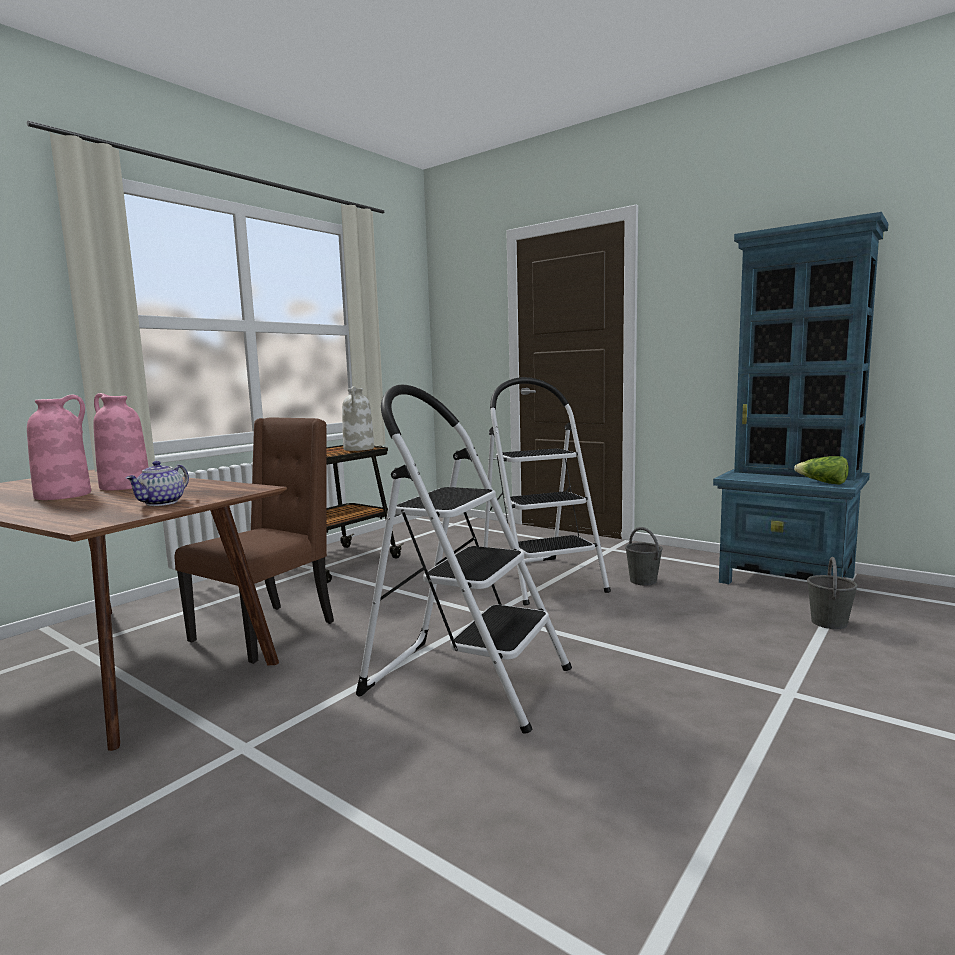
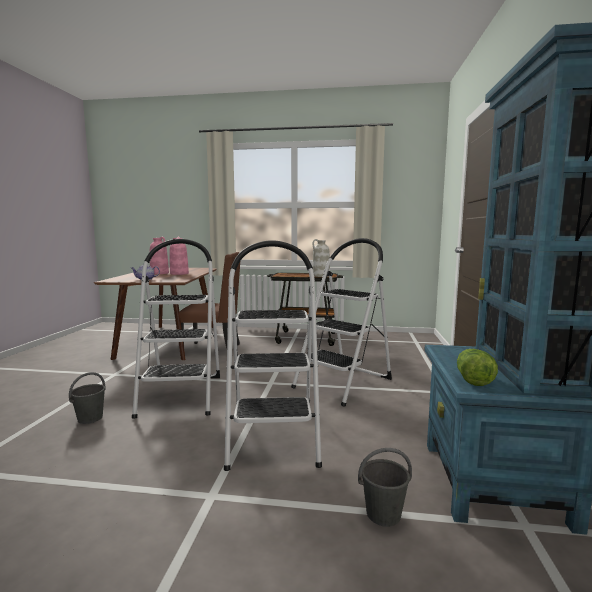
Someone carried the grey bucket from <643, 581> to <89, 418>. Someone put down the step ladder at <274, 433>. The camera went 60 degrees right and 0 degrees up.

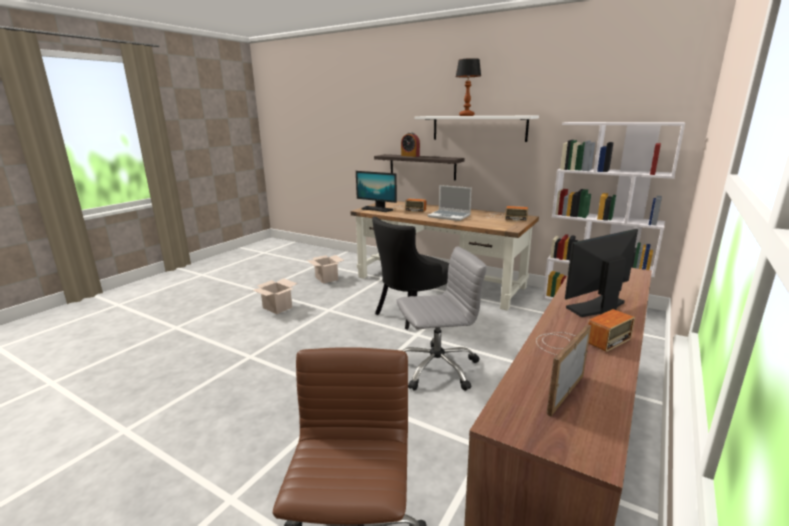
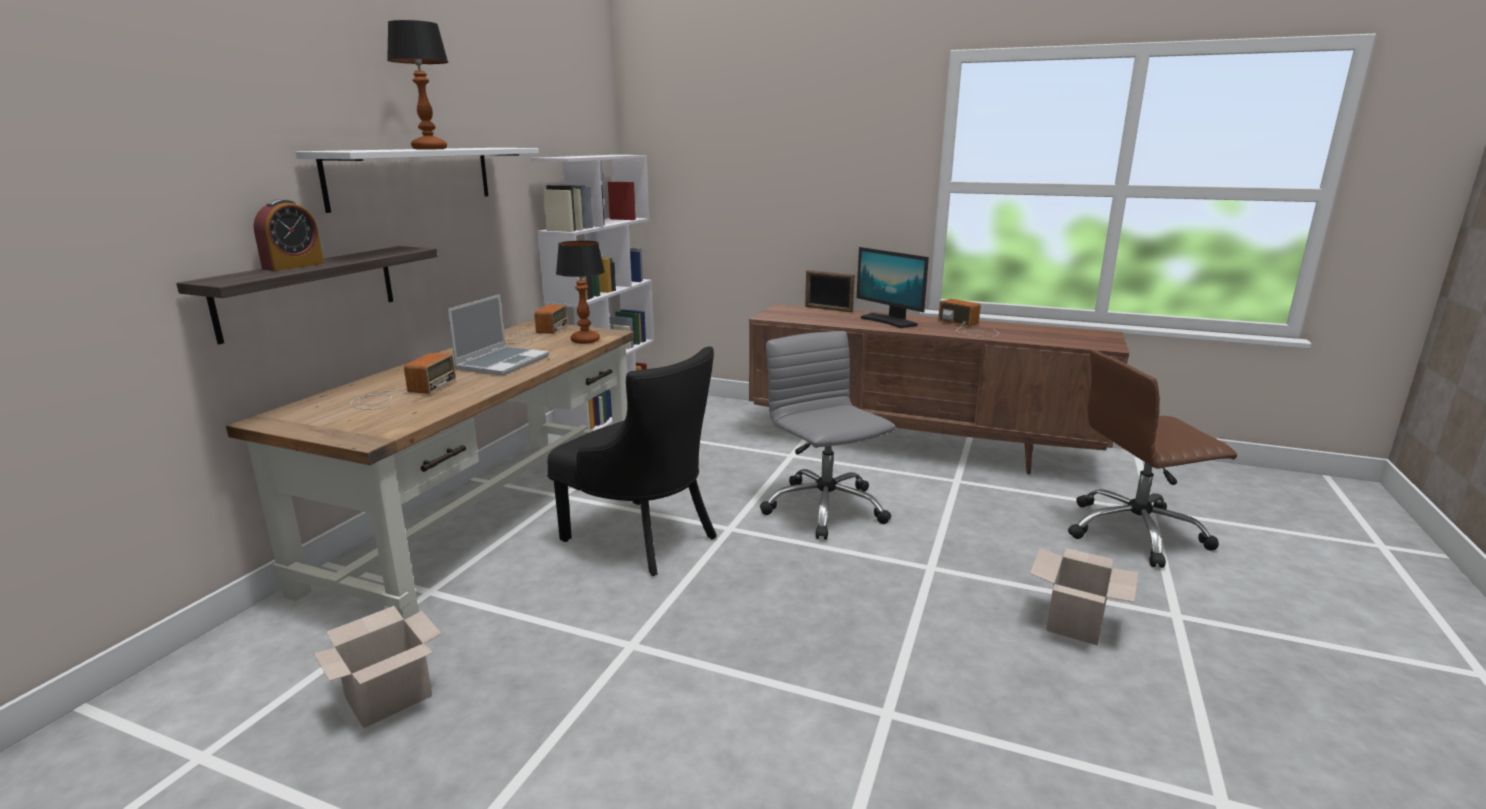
Someone took away the monitor at <377, 209>. Someone carried the cardboard box from <276, 307> to <1076, 624>. Someone carried the picture frame from <565, 393> to <828, 309>. Someone put down the table lamp at <586, 340>. The camera went 100 degrees left and 0 degrees up.

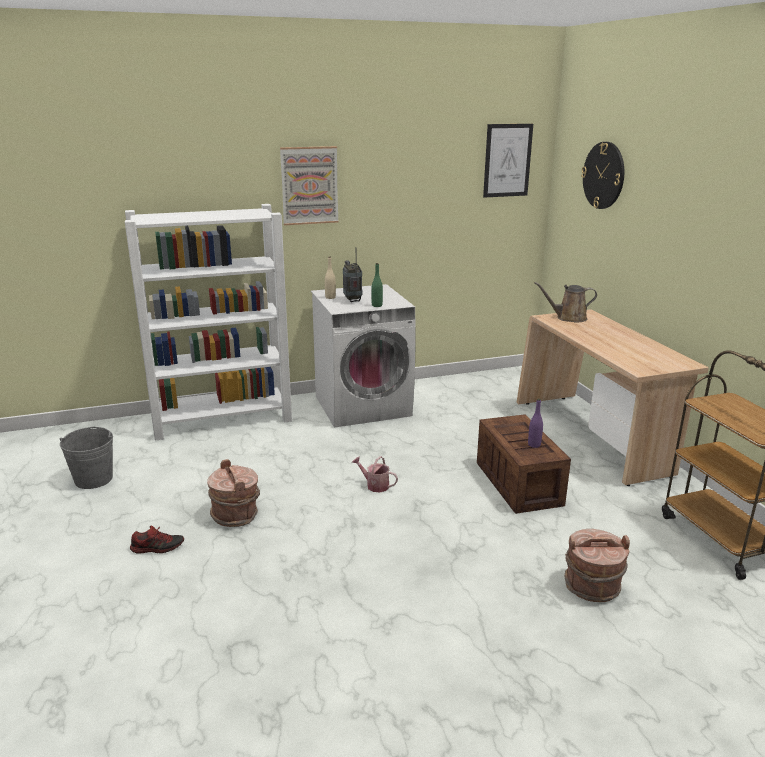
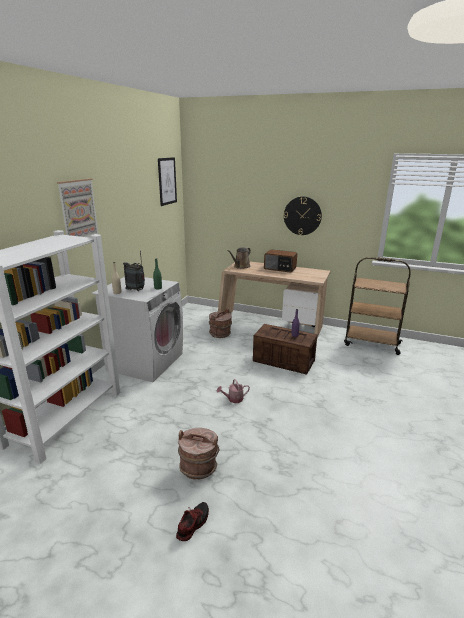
Someone carried the wall clock from <603, 175> to <302, 215>. Someone took away the grey bucket at <93, 479>. Someone carried the brown bucket from <592, 587> to <220, 334>. Someone put down the radio at <280, 268>. The camera went 50 degrees left and 0 degrees up.

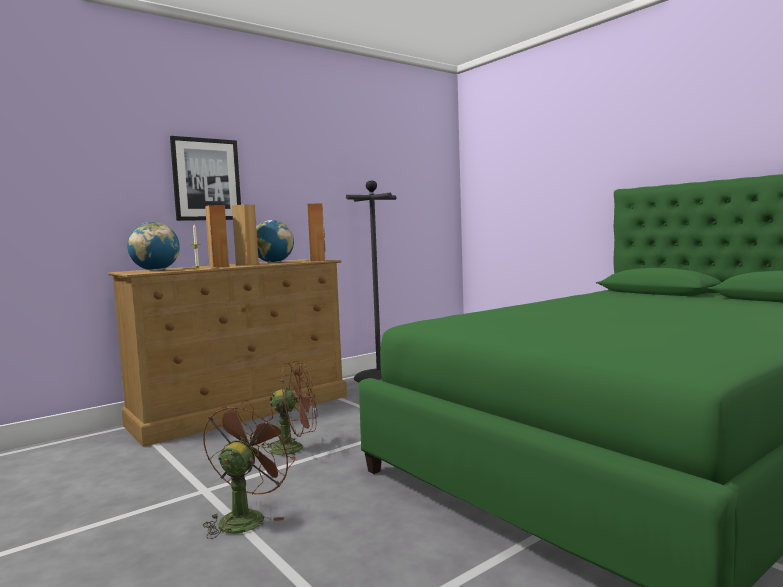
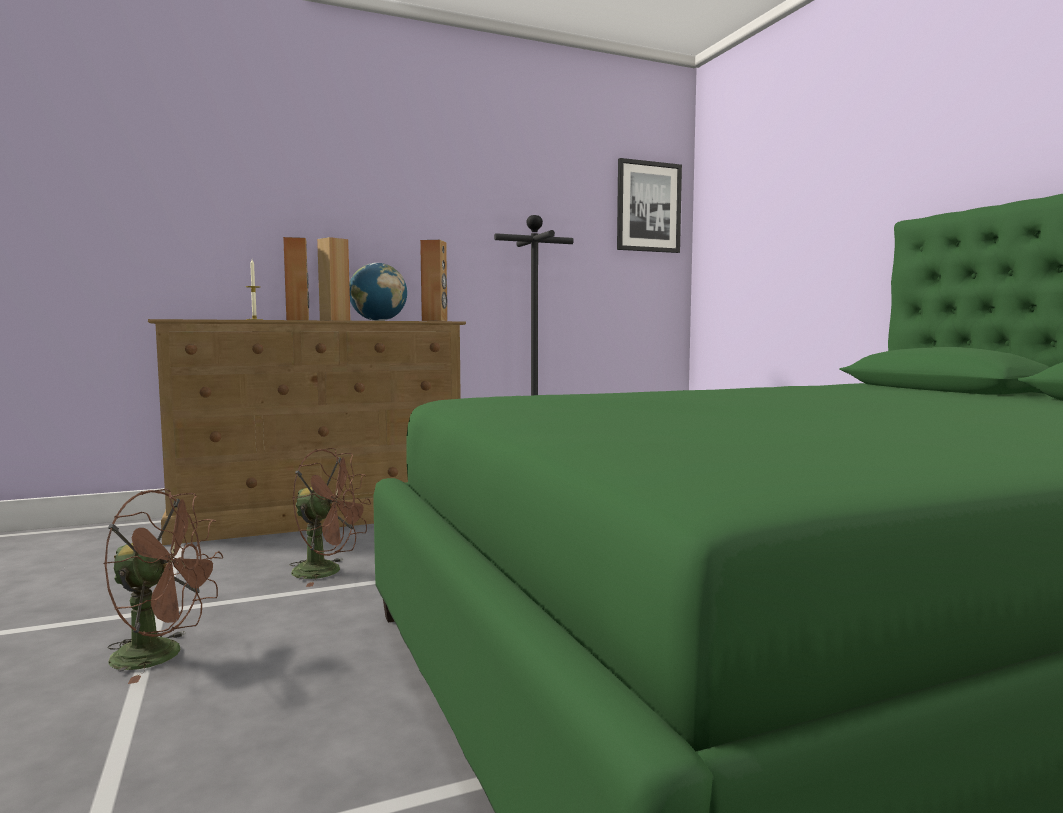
Someone carried the picture from <206, 179> to <648, 207>. Someone took away the globe at <156, 270>. Someone rotated the brown fan at <245, 517> by 60 degrees clockwise. The camera went 15 degrees right and 0 degrees up.

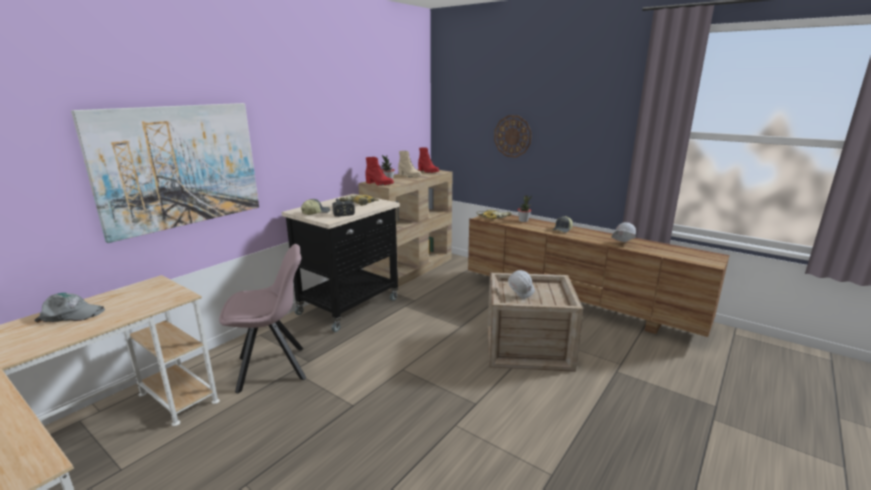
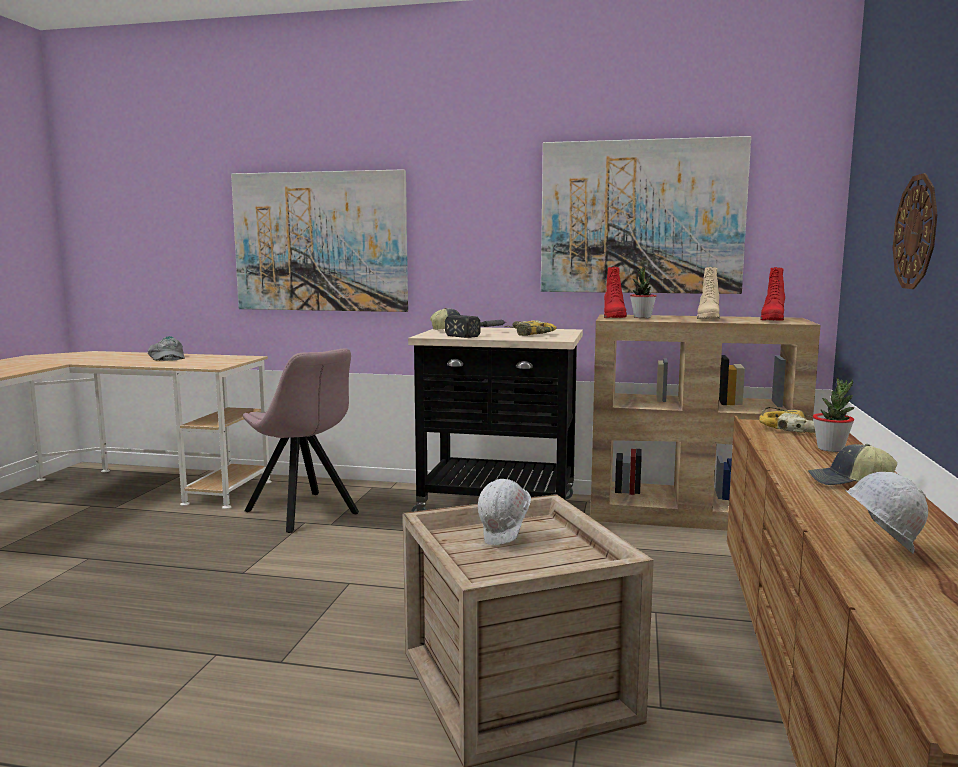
Someone put up the picture at <641, 217>. The camera went 65 degrees right and 10 degrees down.

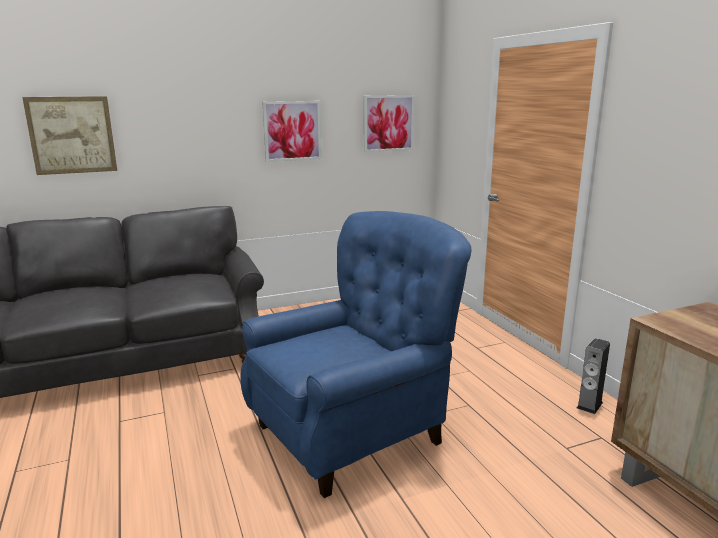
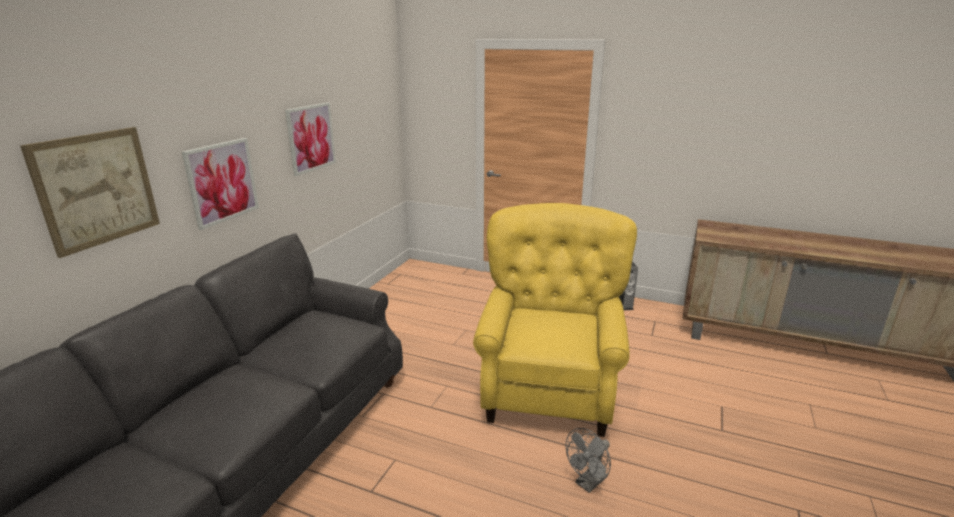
Someone carried the picture from <388, 123> to <222, 182>. Someone repainted the blue armchair at <356, 431>, which became the yellow armchair at <549, 387>. Someone put down the grey fan at <588, 483>. The camera went 45 degrees left and 5 degrees up.

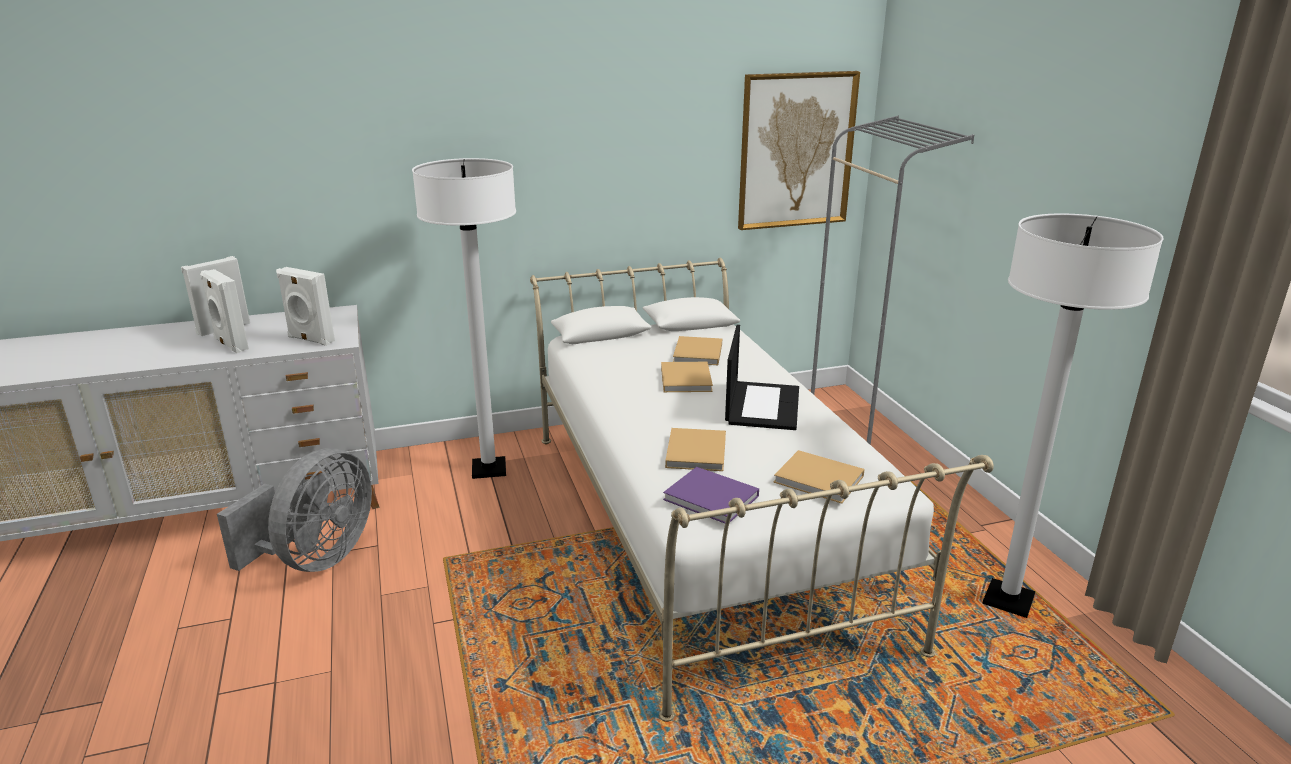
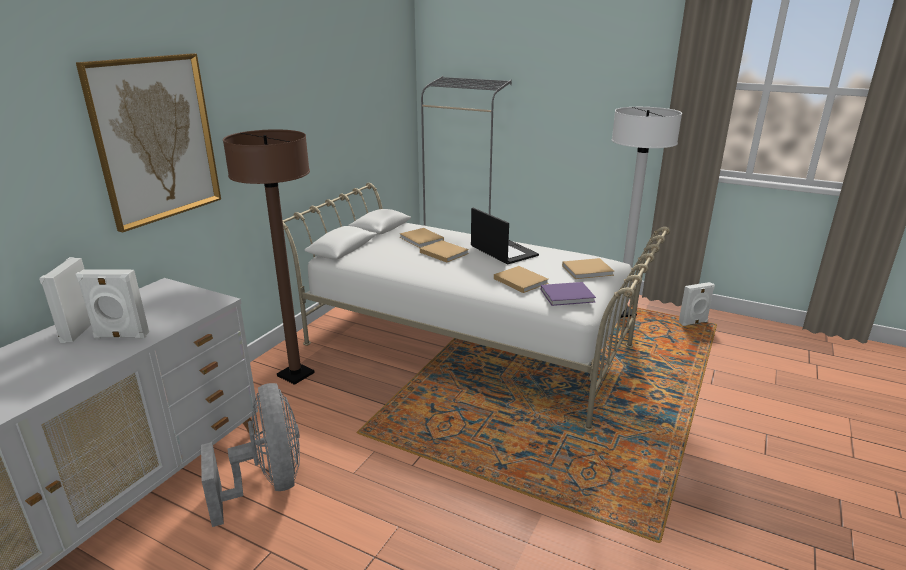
Someone carried the picture from <796, 151> to <155, 139>. Someone repainted the white floor lamp at <489, 469>, which became the brown floor lamp at <295, 375>. Someone carried the white speaker from <310, 340> to <693, 323>. The camera went 45 degrees left and 0 degrees up.

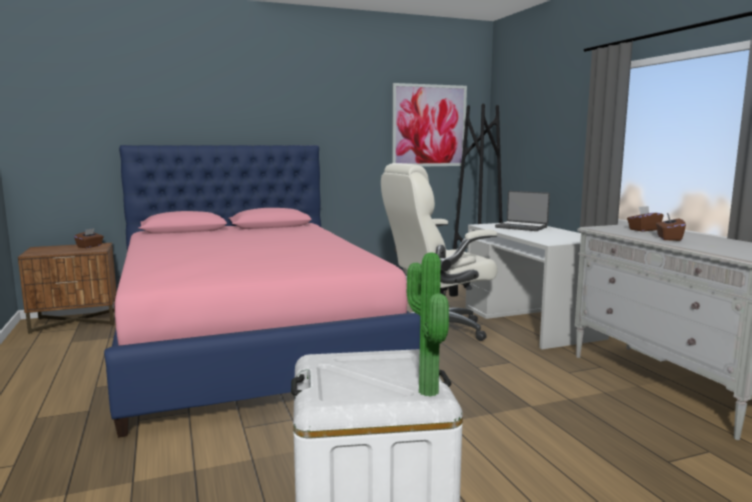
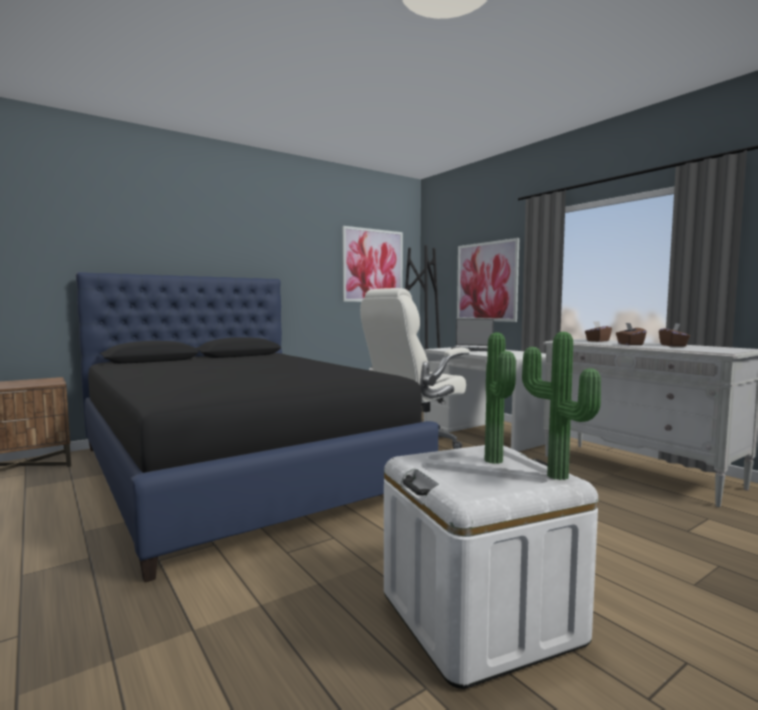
Someone repainted the pink bed at <250, 341>, which became the black bed at <238, 469>. Someone carried the brown tissue box from <90, 246> to <673, 345>. Someone put up the picture at <486, 281>. Someone put down the potted plant at <497, 460>. The camera went 15 degrees left and 5 degrees down.

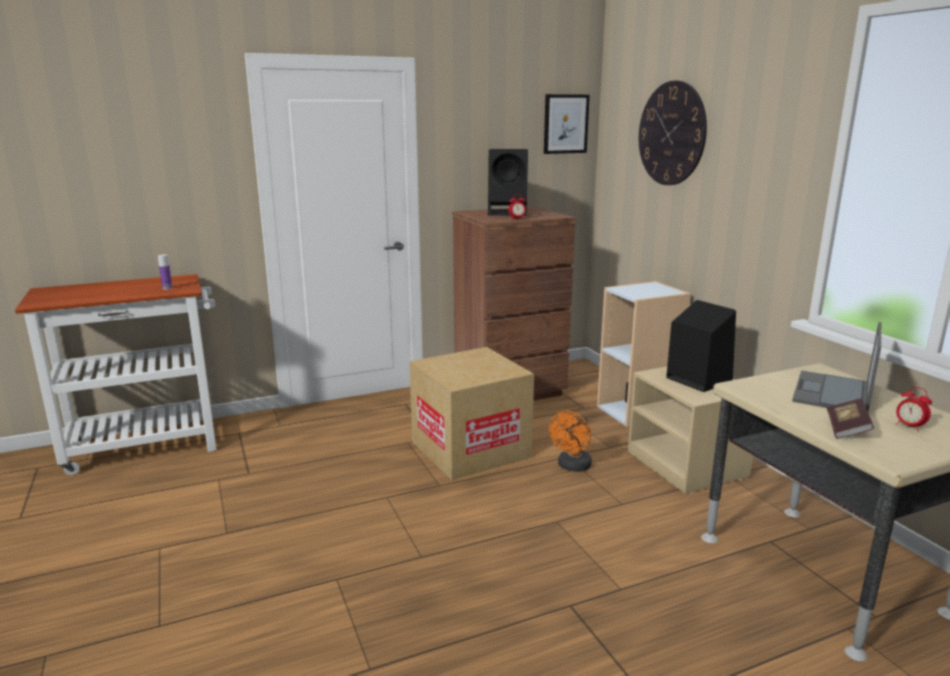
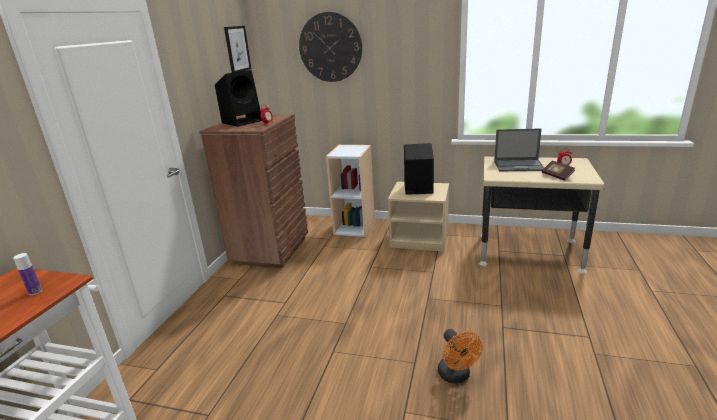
Someone rotated the laptop at <832, 393> by 60 degrees counterclockwise. Someone took away the cardboard box at <470, 449>. Someone carried the orange fan from <572, 467> to <456, 376>. The camera went 50 degrees left and 5 degrees up.

